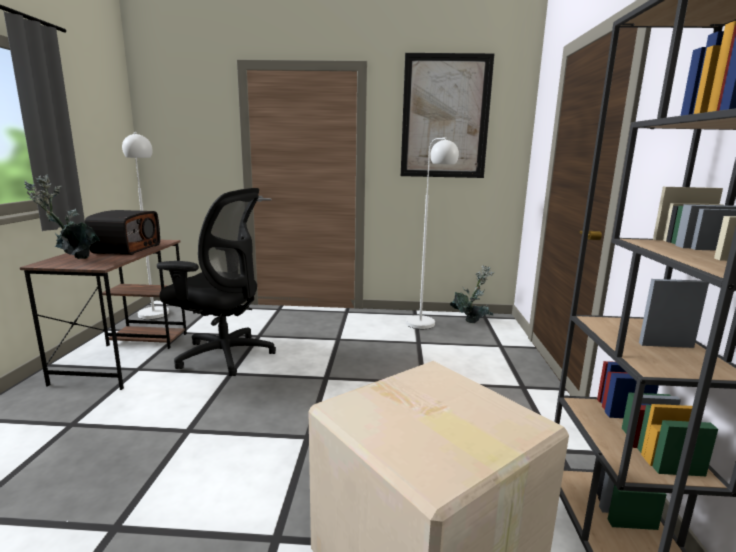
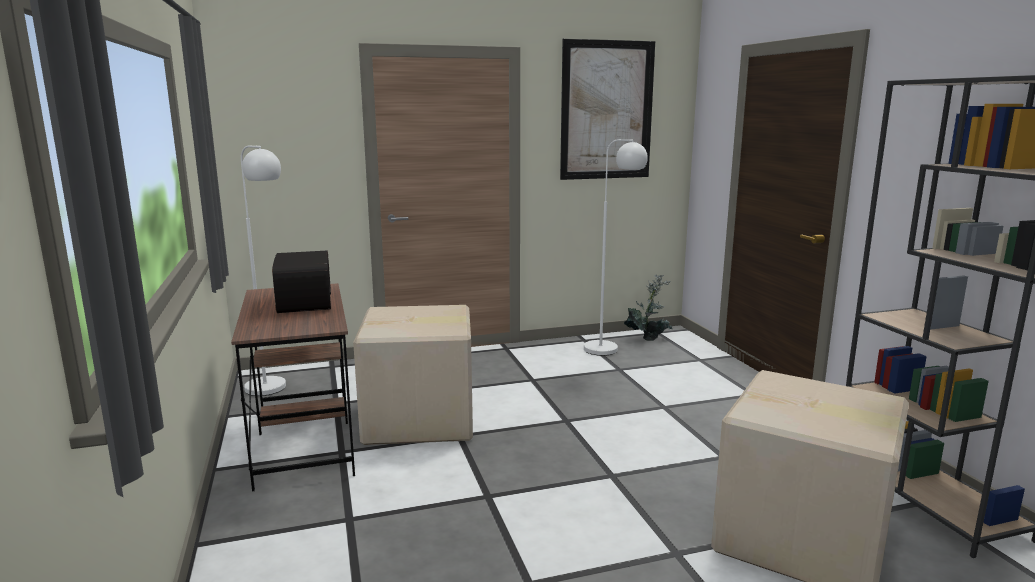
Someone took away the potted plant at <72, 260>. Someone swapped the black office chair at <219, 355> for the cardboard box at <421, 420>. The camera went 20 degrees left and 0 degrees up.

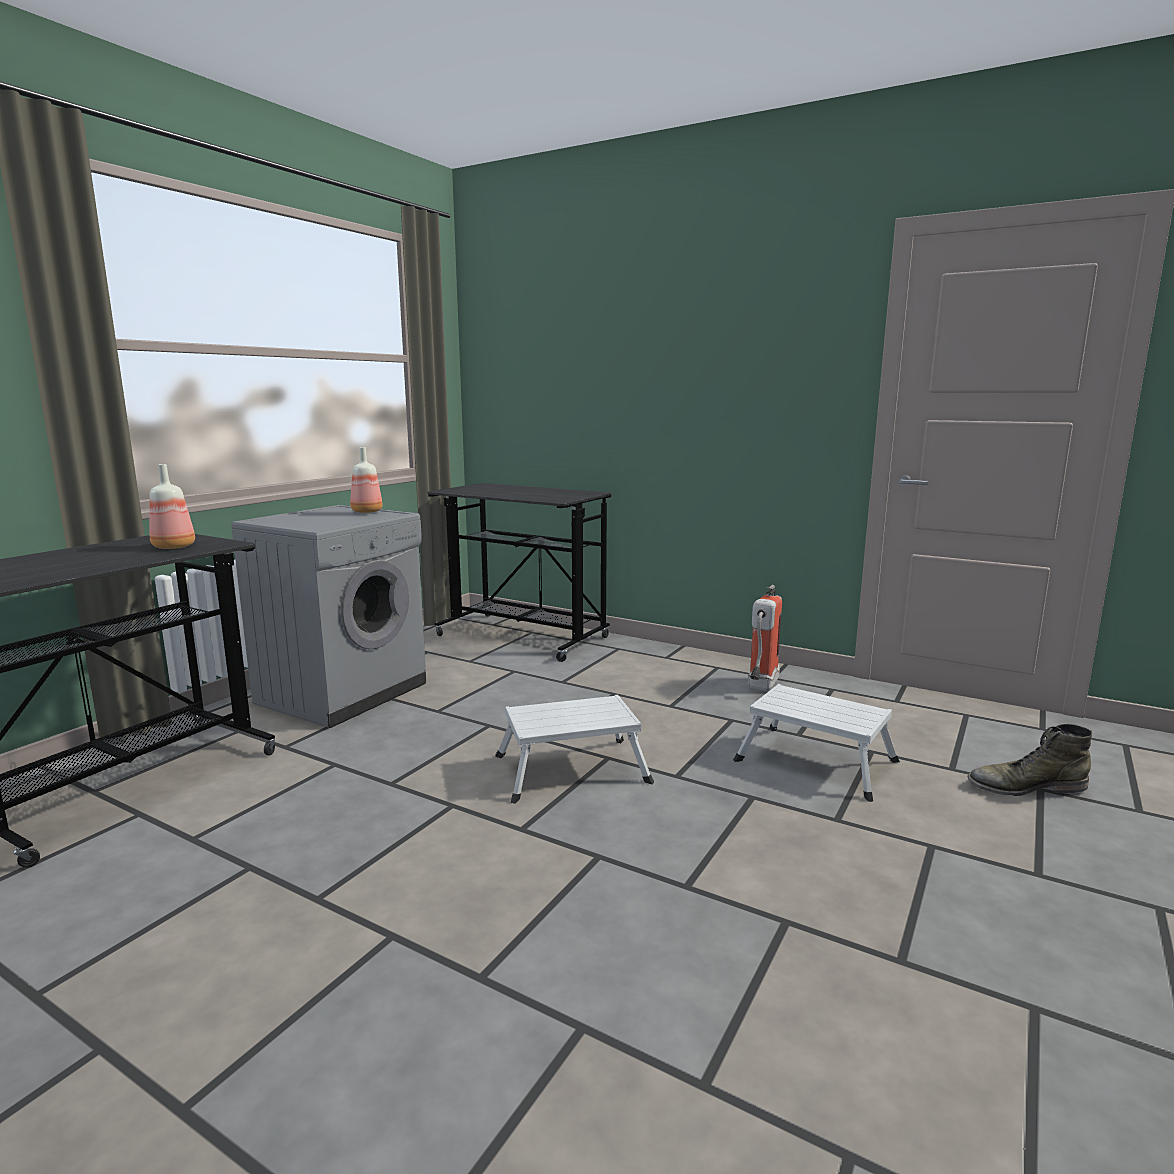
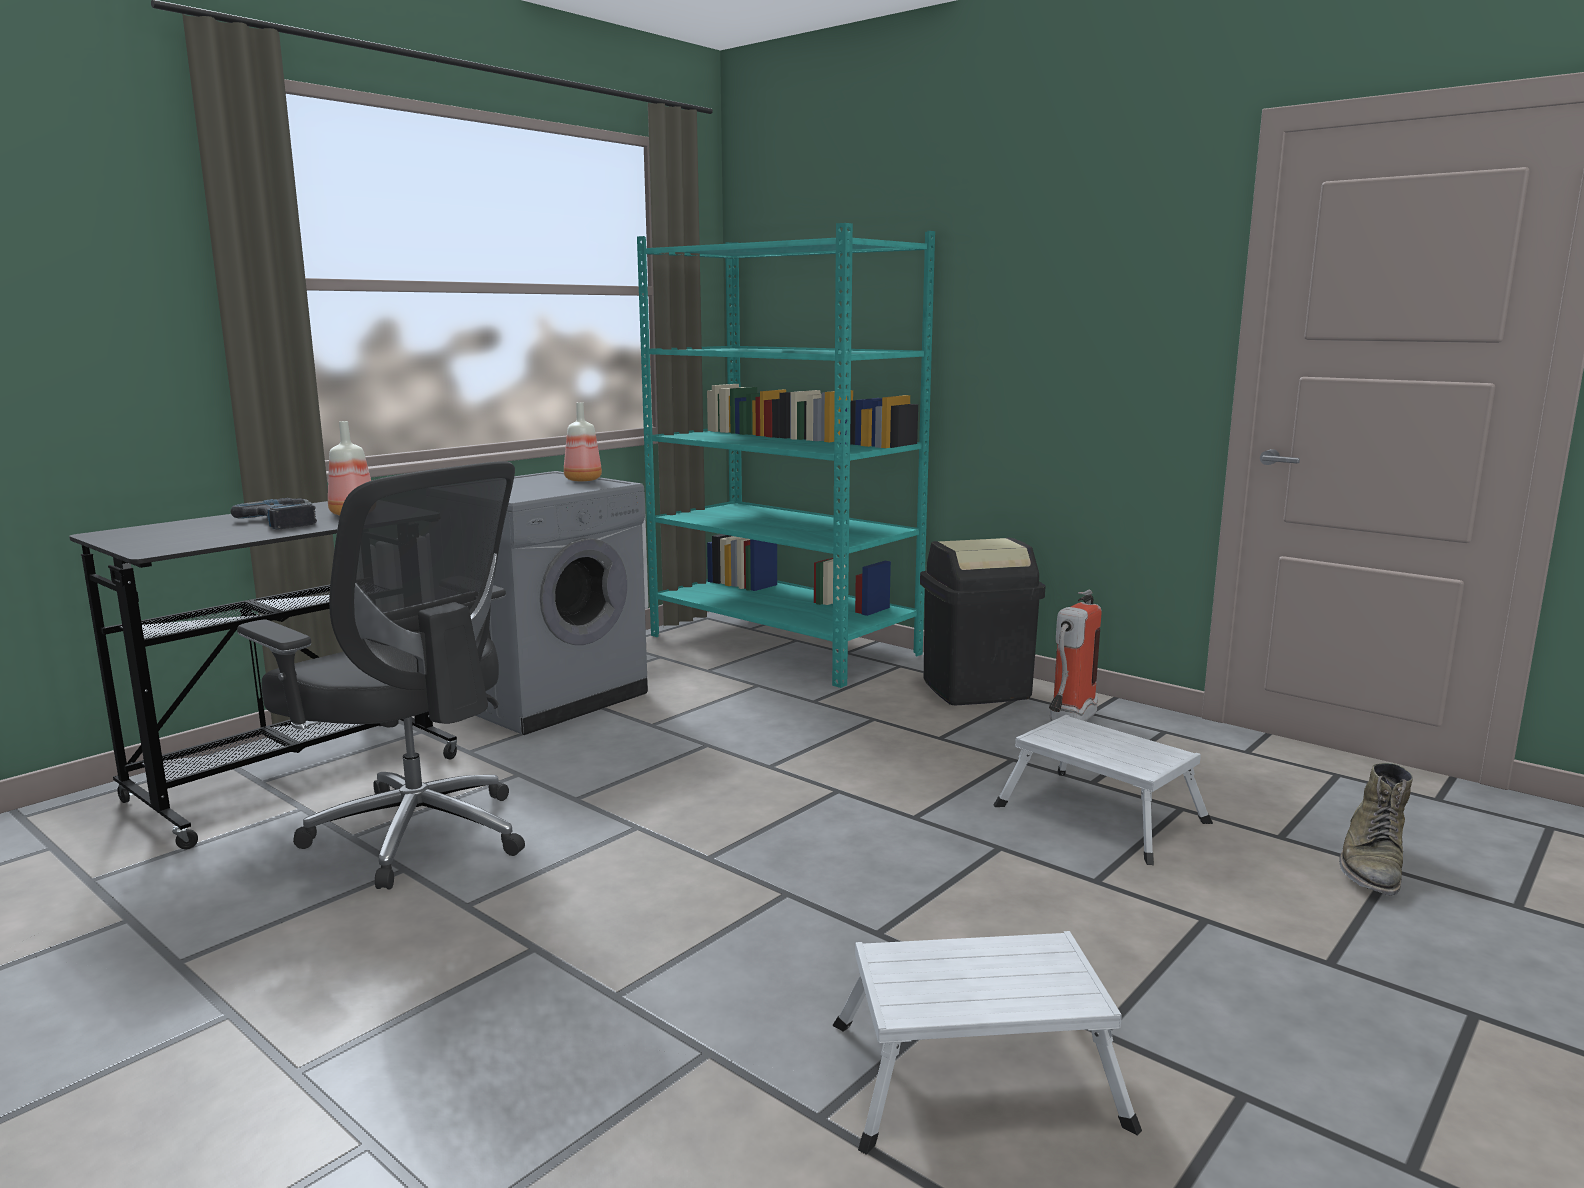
Someone swapped the black desk at <522, 636> for the turquoise bookcase at <783, 644>. Someone carried the white step ladder from <570, 769> to <974, 1074>. Someone rotated the green boot at <1025, 786> by 75 degrees counterclockwise. Someone put down the office chair at <415, 833>. Someone put down the power drill at <286, 521>. Someone put down the black trash can at <976, 689>. The camera went 10 degrees right and 0 degrees up.

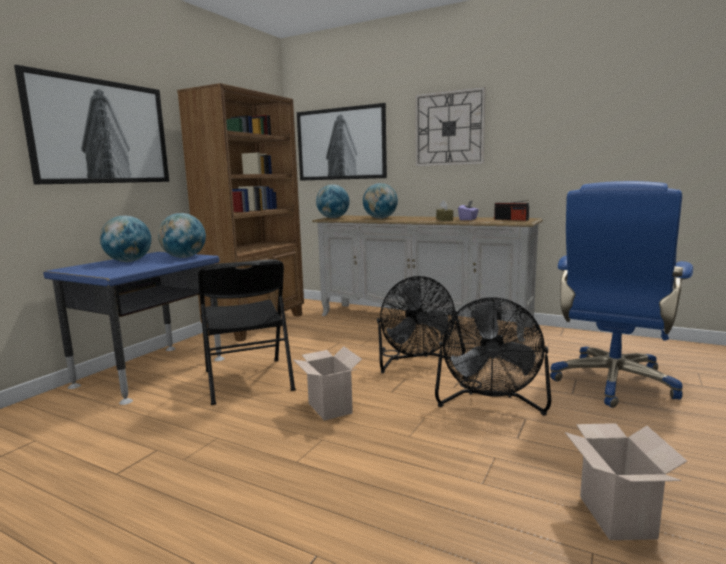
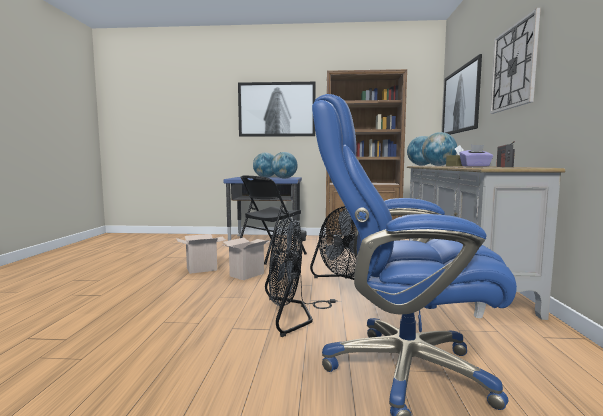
Someone carried the cardboard box from <613, 515> to <202, 269>. The camera went 65 degrees right and 5 degrees down.

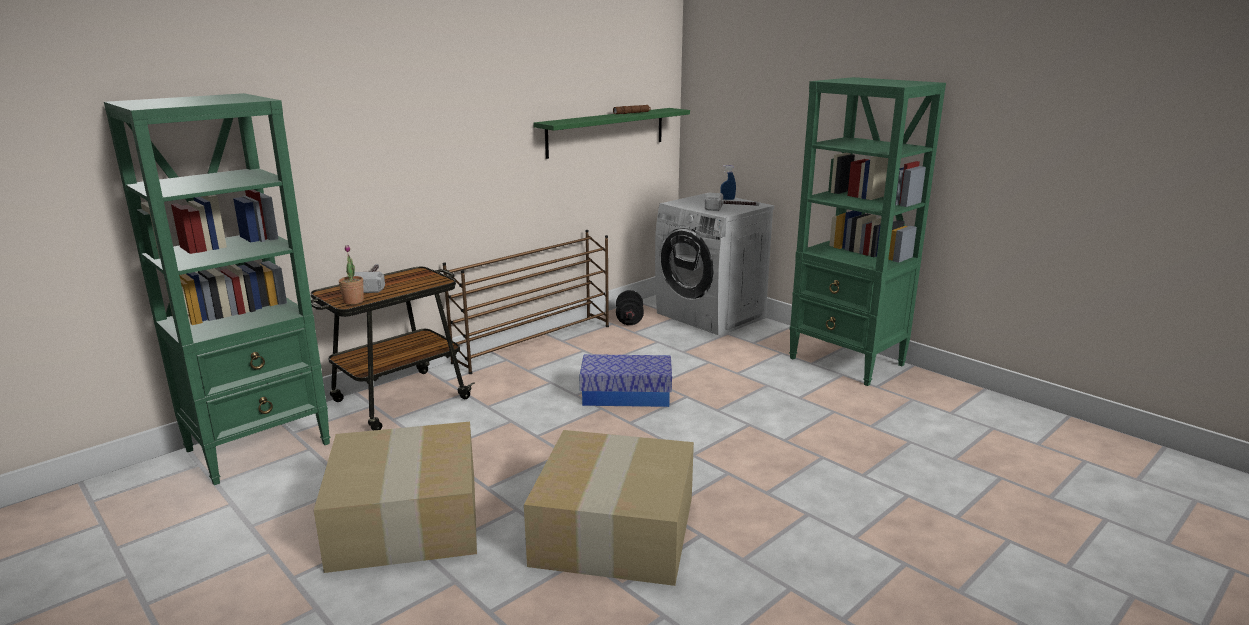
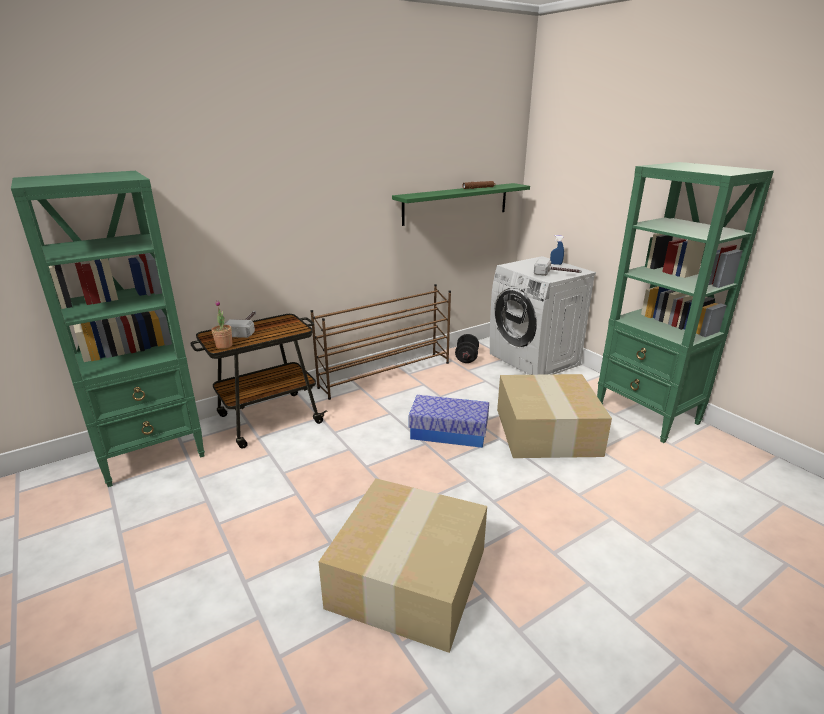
Someone carried the cardboard box from <408, 520> to <548, 432>. The camera went 10 degrees right and 5 degrees up.

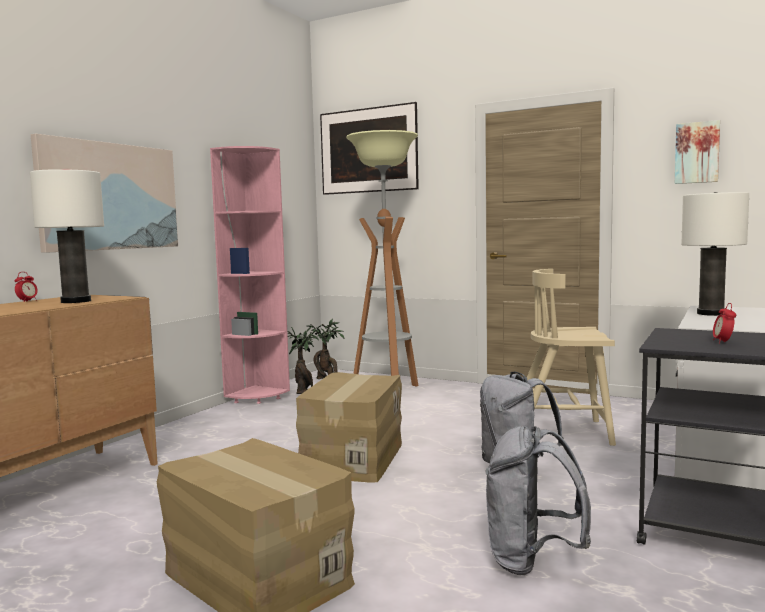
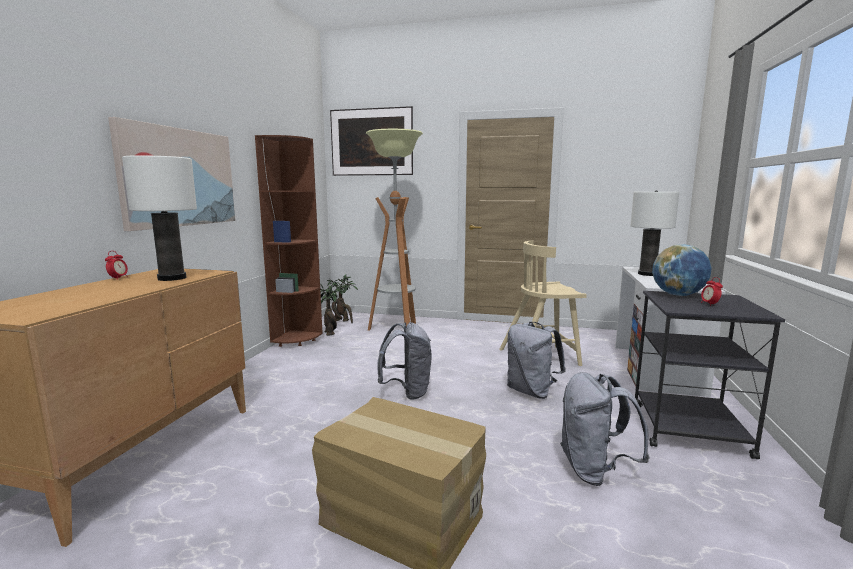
Someone took away the picture at <697, 153>. Someone repainted the pink bookcase at <257, 400>, which became the brown bookcase at <296, 342>. Someone swapped the cardboard box at <352, 459> for the grey backpack at <407, 392>. Someone put down the globe at <678, 295>. The camera went 15 degrees left and 5 degrees up.

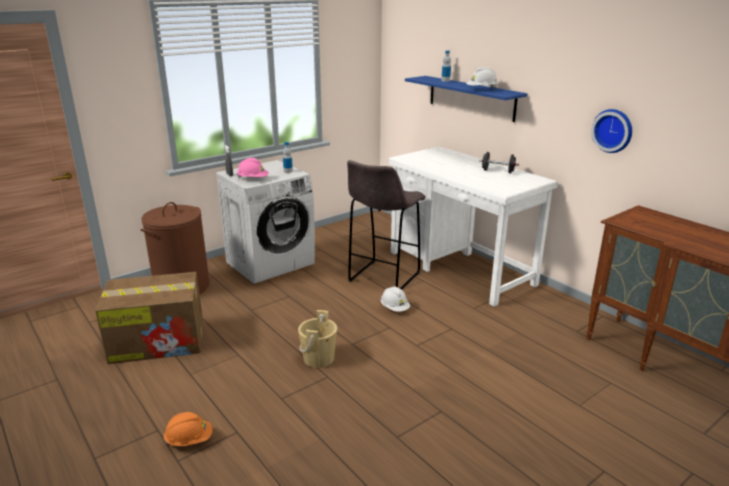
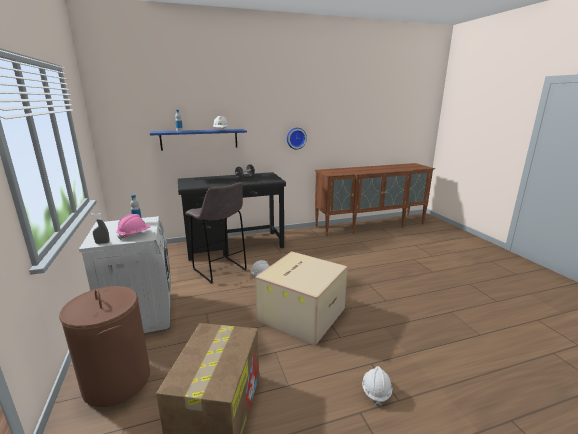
Someone repainted the white desk at <461, 268>, which became the black desk at <235, 245>. Someone swapped the beige bucket at <319, 358> for the cardboard box at <301, 313>. Someone repainted the orange hard hat at <189, 440>, which became the white hard hat at <376, 391>. The camera went 70 degrees left and 5 degrees down.

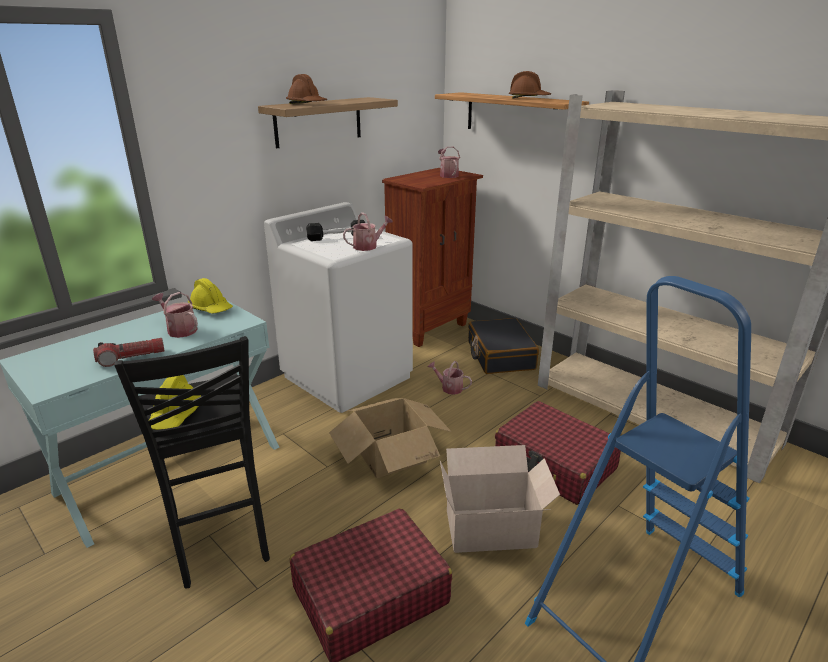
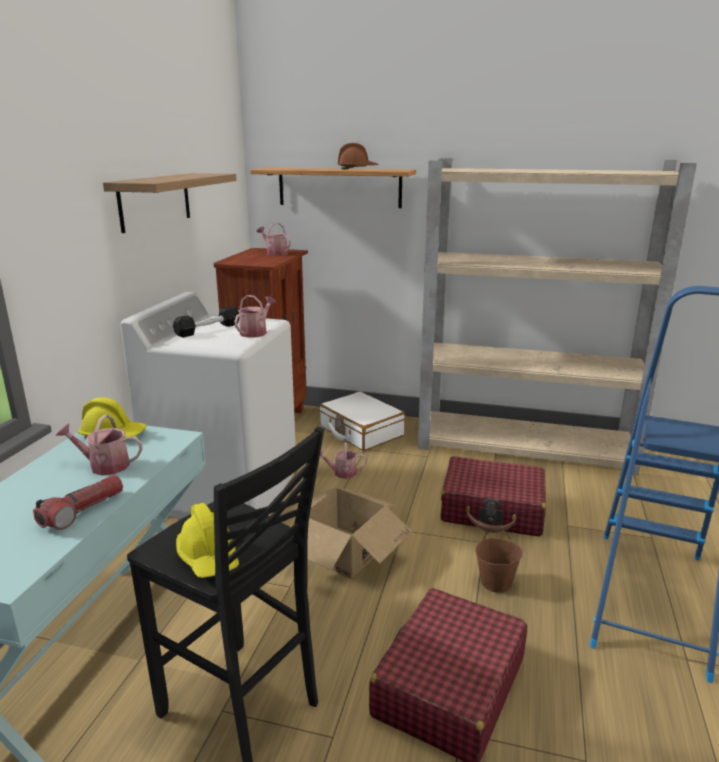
Someone took away the brown hard hat at <307, 104>. Someone repainted the black suitcase at <500, 355>, which became the white suitcase at <361, 431>. Someone swapped the cardboard box at <493, 529> for the brown bucket at <496, 582>. The camera went 30 degrees left and 5 degrees down.

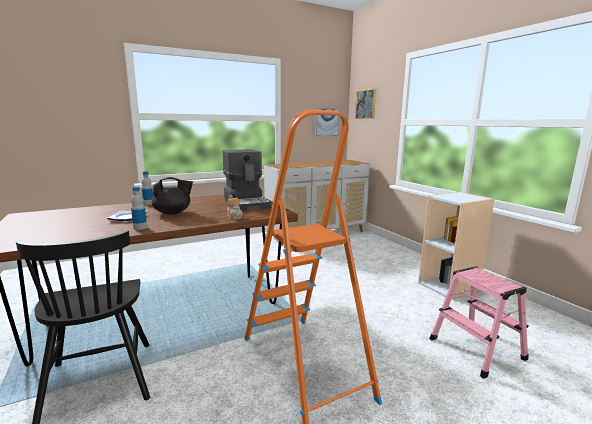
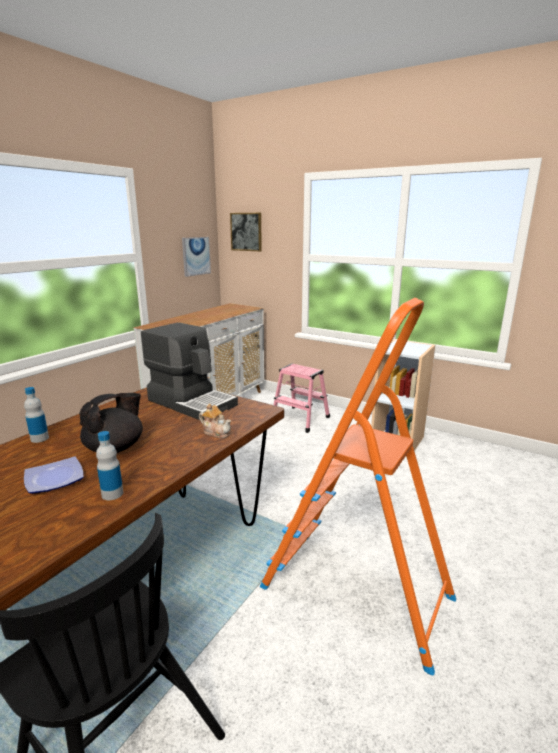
Someone carried the pink step ladder from <477, 348> to <300, 419>. The camera went 30 degrees left and 5 degrees up.

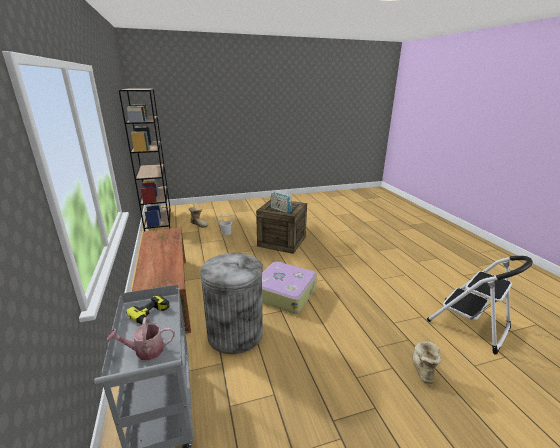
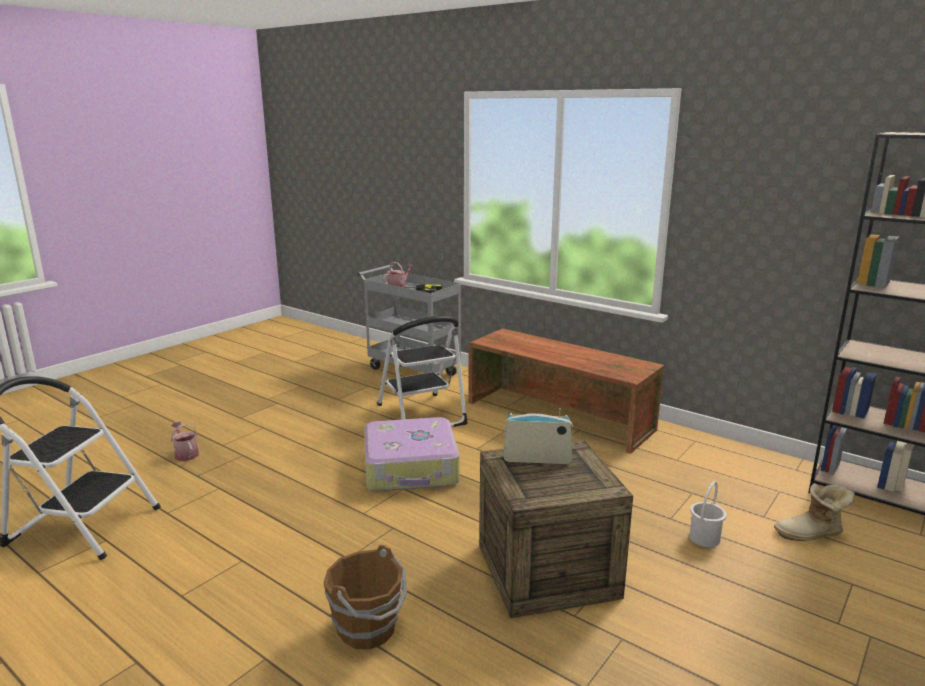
Someone swapped the grey trash can at <235, 333> for the step ladder at <421, 416>. Someone swapped the boot at <421, 369> for the watering can at <185, 454>. Someone put down the brown bucket at <368, 628>. The camera went 145 degrees right and 5 degrees down.

